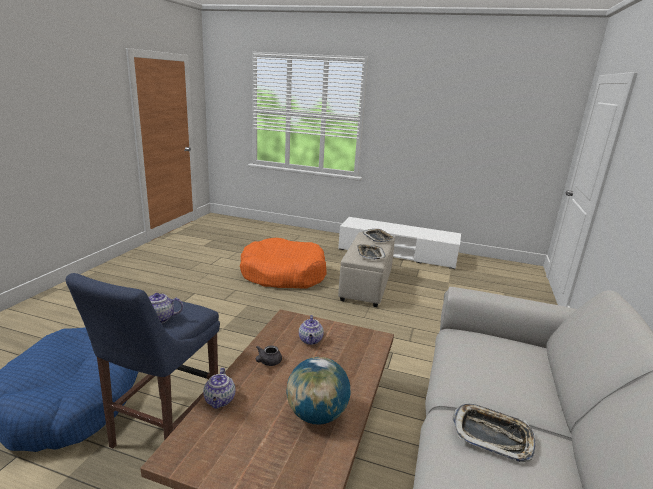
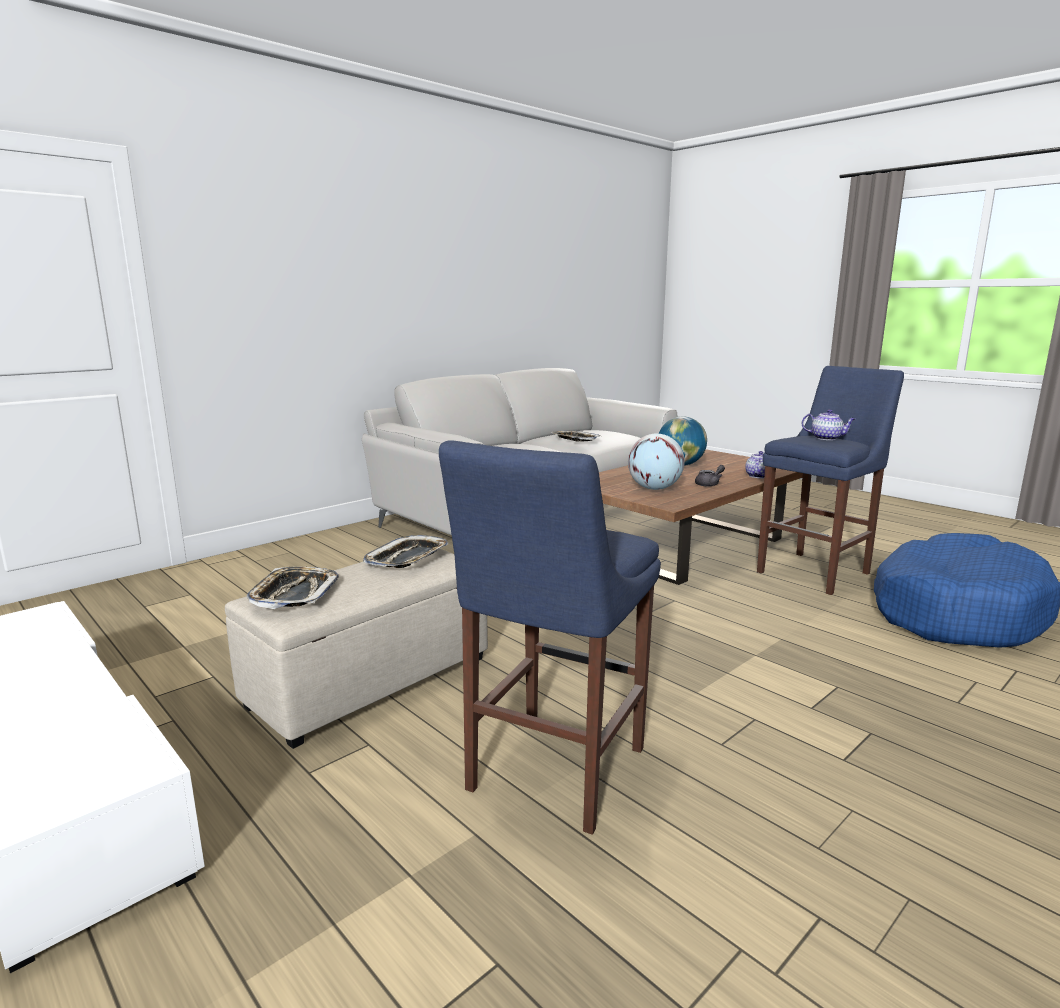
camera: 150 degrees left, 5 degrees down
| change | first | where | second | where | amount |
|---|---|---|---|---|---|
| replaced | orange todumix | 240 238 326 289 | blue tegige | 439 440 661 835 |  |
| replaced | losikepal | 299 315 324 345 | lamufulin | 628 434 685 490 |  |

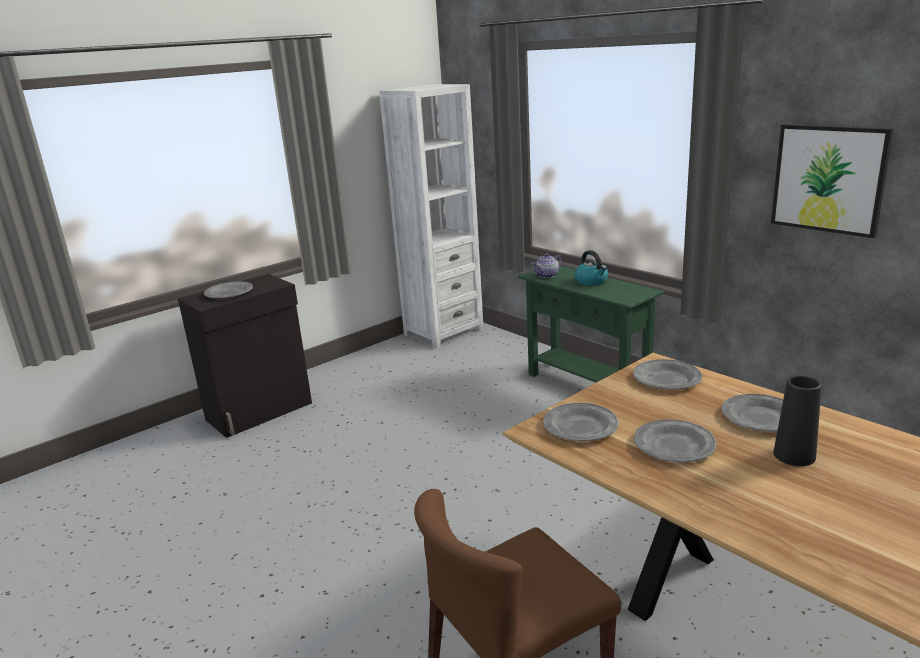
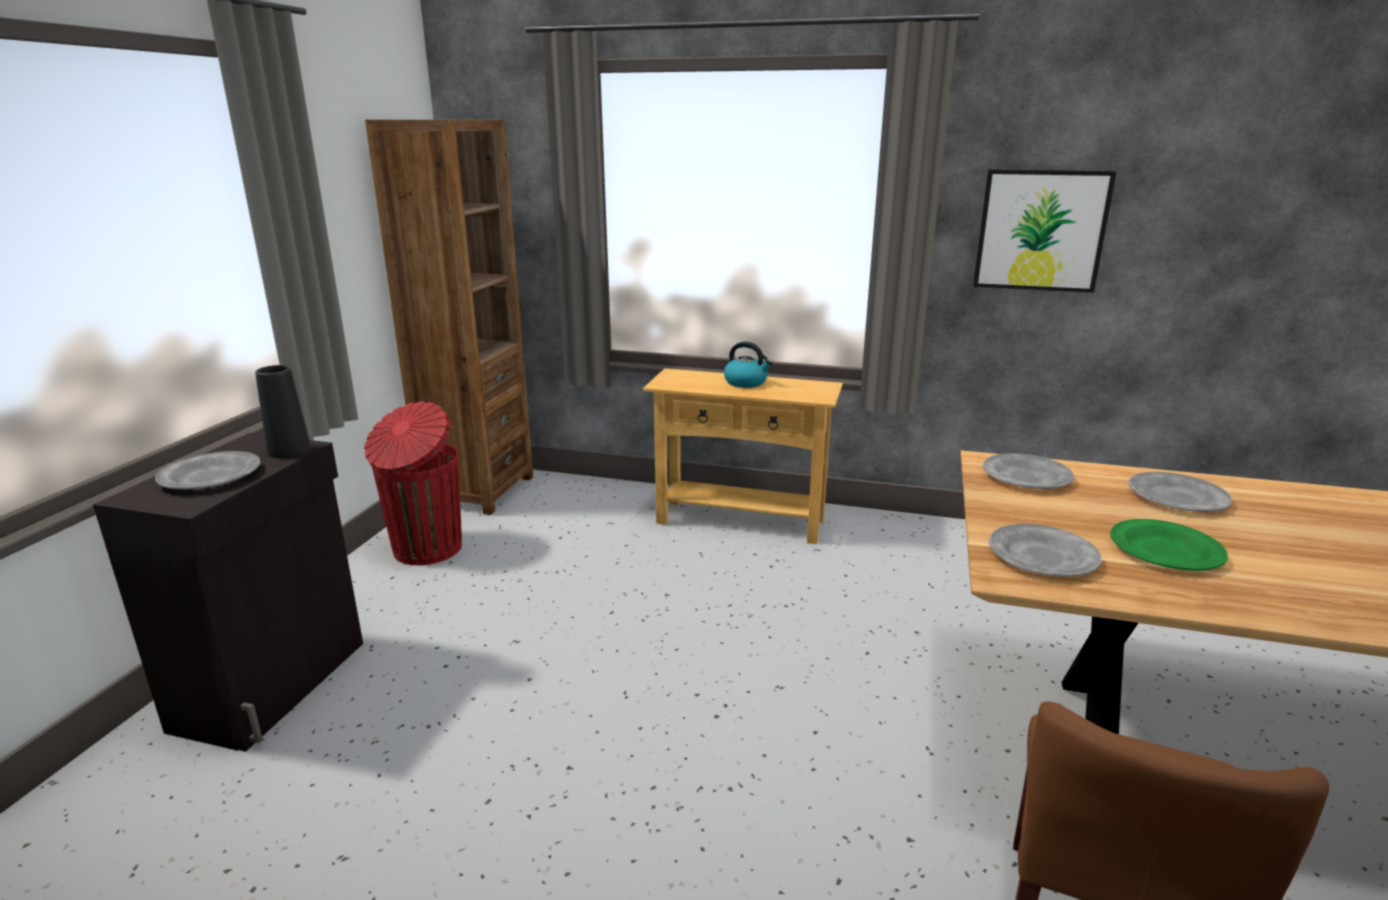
camera: 35 degrees left, 0 degrees up
| change | first | where | second | where | amount |
|---|---|---|---|---|---|
| moved | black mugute | 773 376 822 466 |  | 255 365 311 458 |  |
| added |  |  | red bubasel | 364 401 462 565 |  |
| recoloured | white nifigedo | 379 84 484 348 | brown nifigedo | 365 120 533 515 |  |
| recoloured | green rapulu | 518 266 665 383 | beige rapulu | 643 368 843 544 |  |
| recoloured | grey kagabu | 634 419 717 462 | green kagabu | 1110 519 1228 571 |  |
| removed | losikepal | 532 254 562 278 |  |  |  |

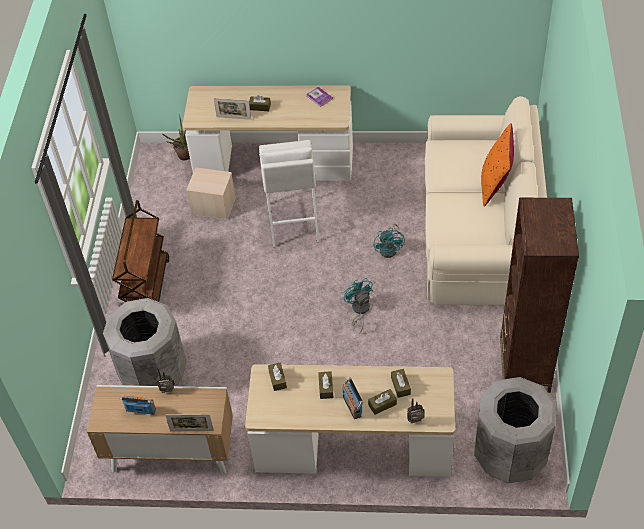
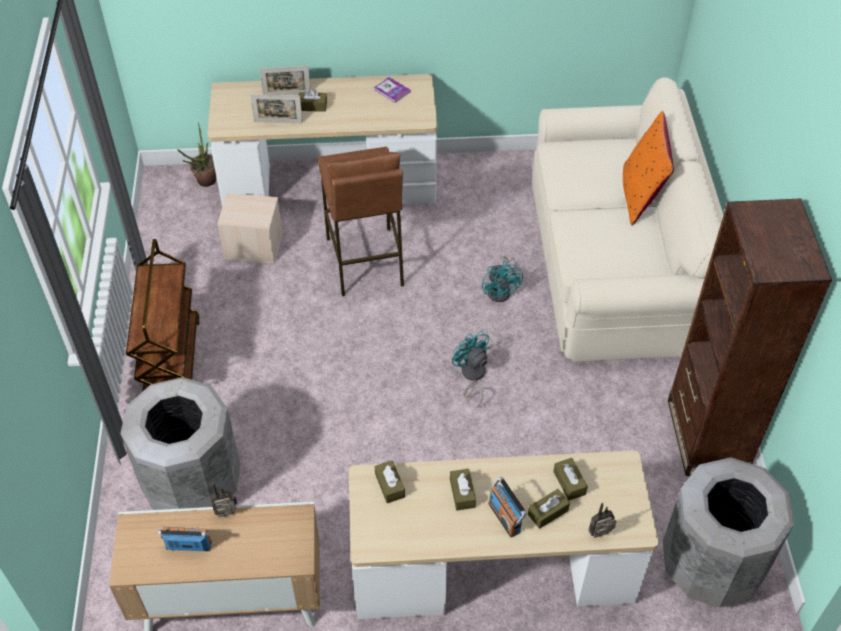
camera: 10 degrees left, 0 degrees up
| change | first | where | second | where | amount |
|---|---|---|---|---|---|
| moved | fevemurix | 165 414 214 432 |  | 260 66 311 95 |  |
| recoloured | white tegige | 259 140 319 247 | brown tegige | 318 147 404 296 |  |

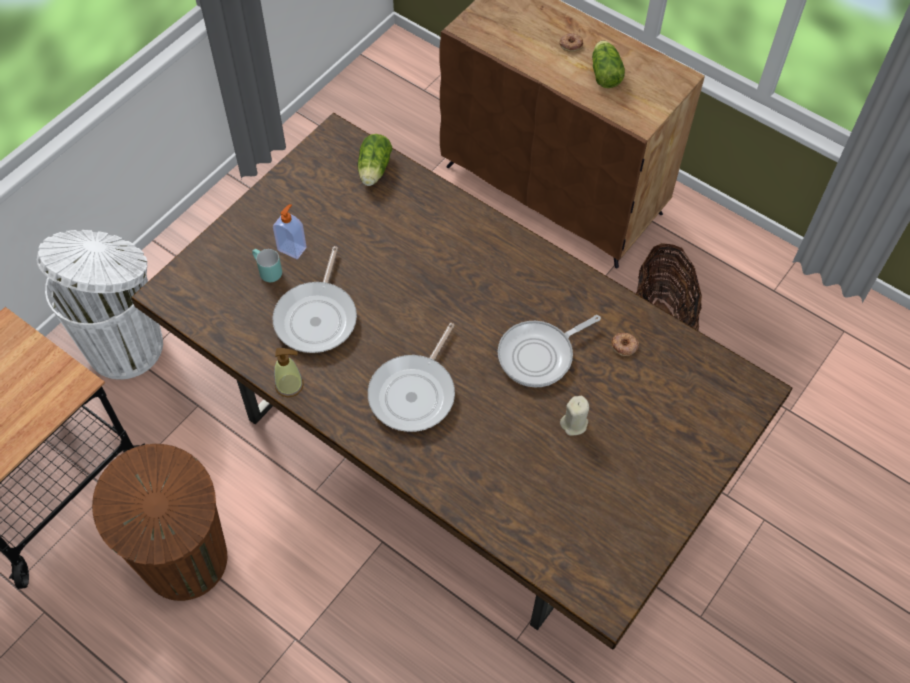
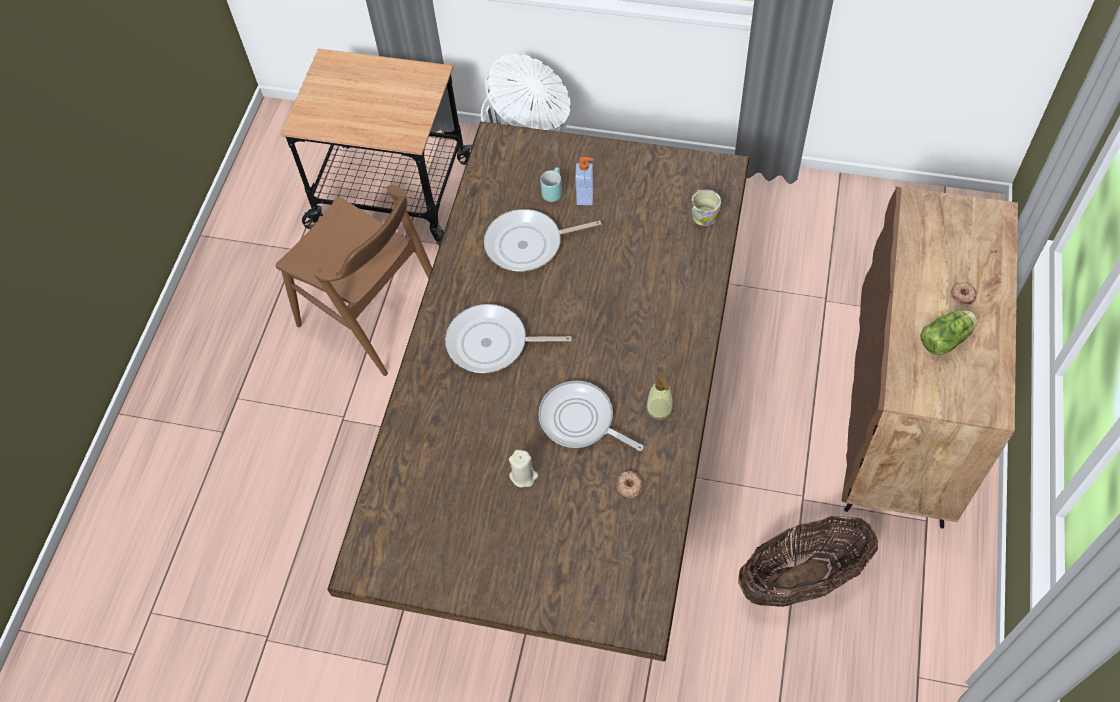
camera: 70 degrees right, 0 degrees up
| change | first | where | second | where | amount |
|---|---|---|---|---|---|
| replaced | brown bubasel | 92 444 227 601 | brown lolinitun | 276 185 432 376 |  |
| moved | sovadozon | 274 348 304 397 |  | 646 372 673 421 |  |
| replaced | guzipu | 358 134 392 186 | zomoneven | 691 190 721 226 |  |

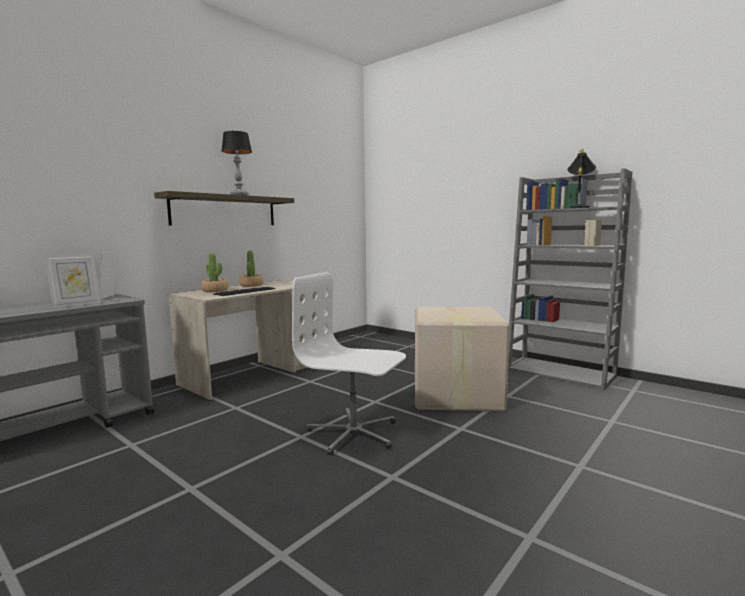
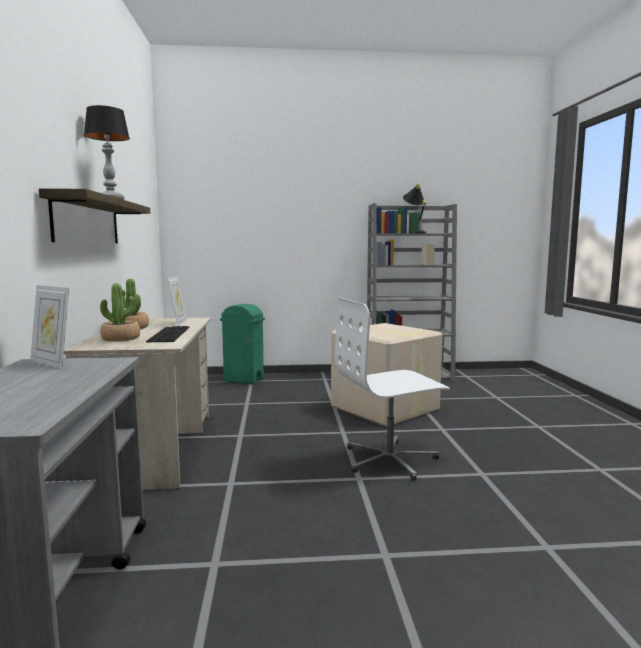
camera: 45 degrees left, 0 degrees up
| change | first | where | second | where | amount |
|---|---|---|---|---|---|
| moved | fevemurix | 45 253 101 309 |  | 167 276 187 326 |  |
| added |  |  | green bubasel | 220 304 265 384 |  |

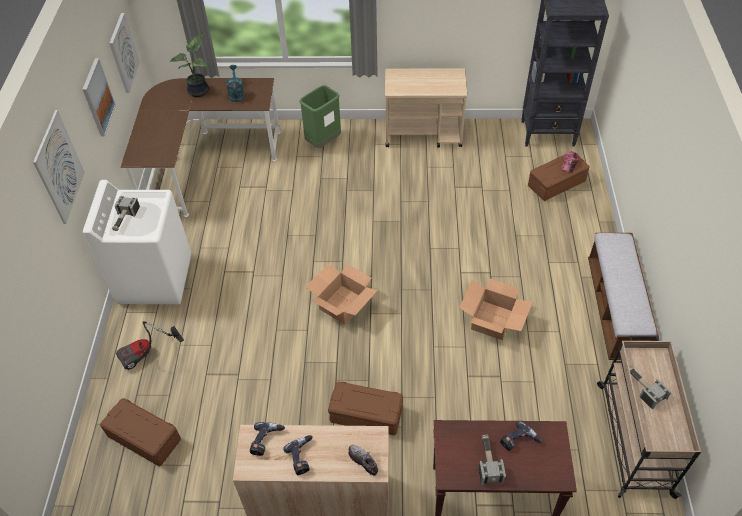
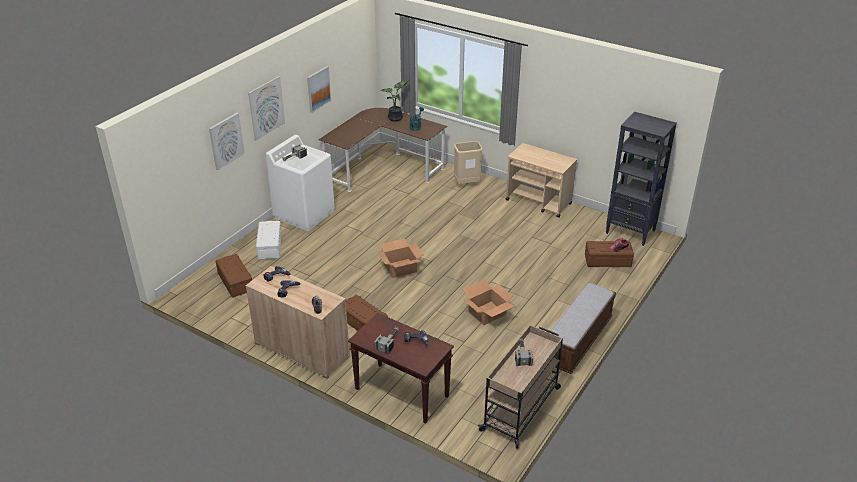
camera: 30 degrees right, 15 degrees down
| change | first | where | second | where | amount |
|---|---|---|---|---|---|
| moved | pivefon | 109 13 140 93 |  | 209 113 245 170 |  |
| replaced | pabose | 116 321 184 370 | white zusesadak | 256 221 282 259 |  |
| recoloured | green bubasel | 299 85 341 148 | beige bubasel | 454 141 483 184 |  |

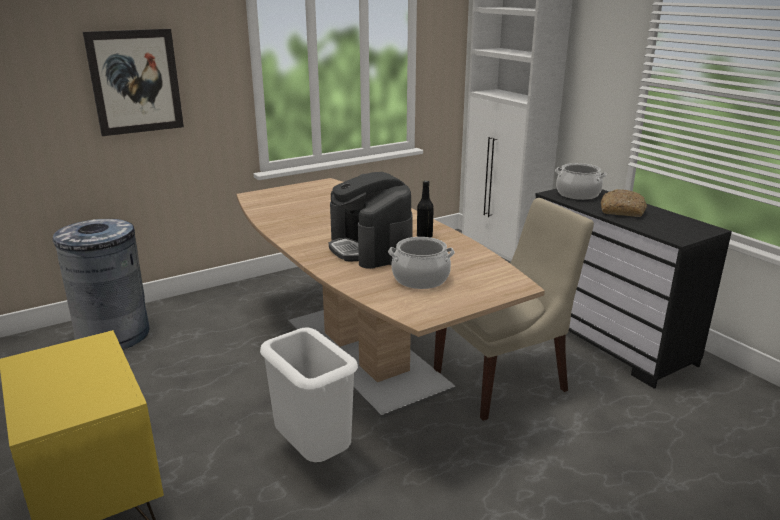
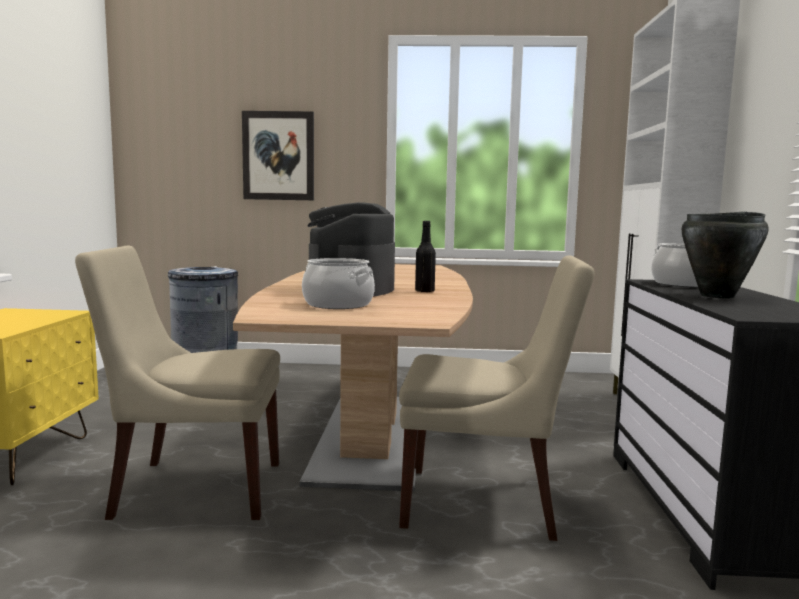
camera: 35 degrees right, 15 degrees down
| change | first | where | second | where | amount |
|---|---|---|---|---|---|
| replaced | white bubasel | 260 327 358 462 | beige lolinitun | 75 246 280 520 |  |
| replaced | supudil | 601 189 647 217 | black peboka | 682 212 769 299 |  |

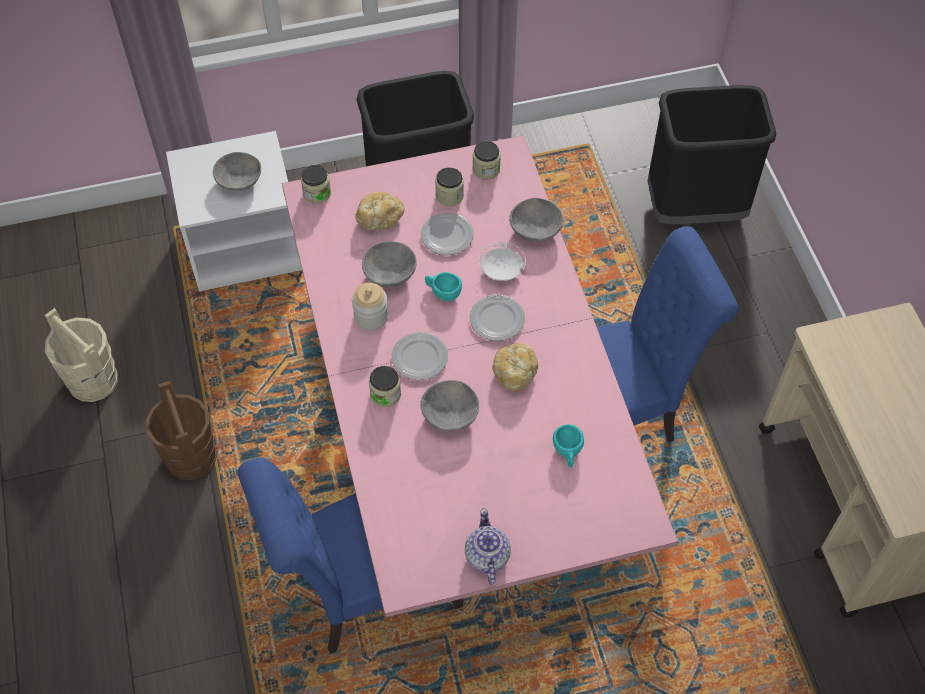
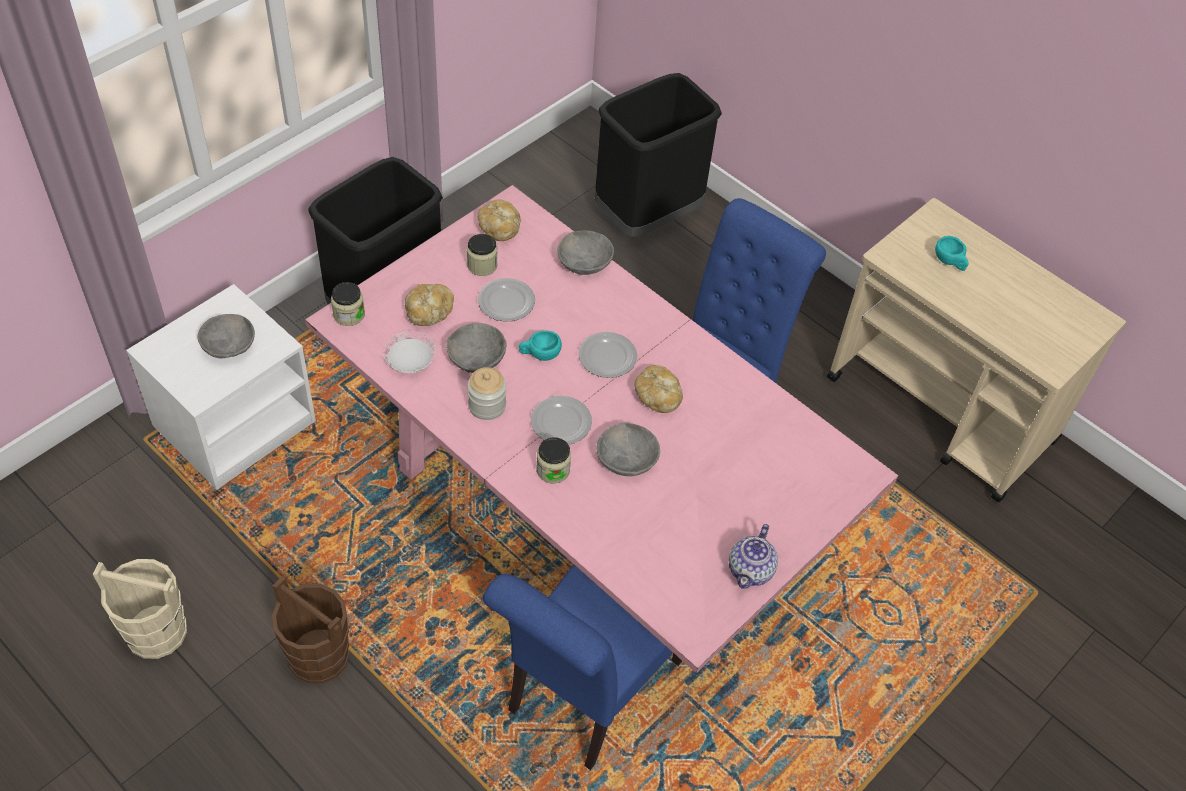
camera: 35 degrees left, 5 degrees down
| change | first | where | second | where | amount |
|---|---|---|---|---|---|
| moved | white kagabu | 479 242 526 281 |  | 383 331 436 373 |  |
| replaced | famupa | 472 141 501 180 | supudil | 478 199 521 241 |  |
| turned | losikepal | 465 508 511 585 |  | 729 524 778 589 | 120 degrees counterclockwise |
| moved | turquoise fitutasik | 553 424 584 467 |  | 935 236 969 271 |  |

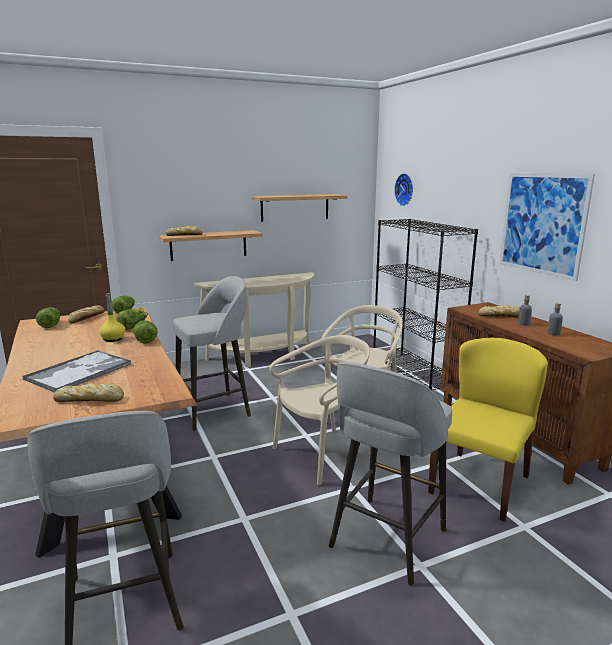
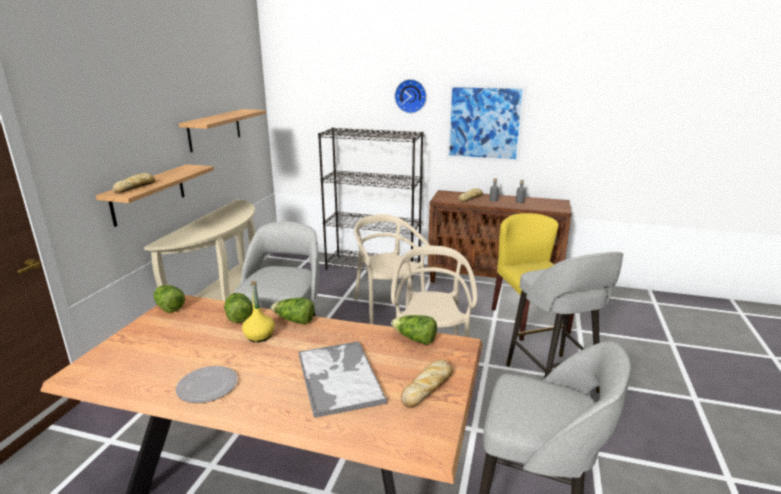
camera: 50 degrees left, 5 degrees up
| change | first | where | second | where | amount |
|---|---|---|---|---|---|
| added |  |  | kagabu | 176 366 238 403 |  |
| moved | guzipu | 36 307 61 328 |  | 391 315 437 345 |  |
| moved | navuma | 394 173 413 206 |  | 395 79 427 113 |  |
| removed | supudil | 68 305 105 323 |  |  |  |

